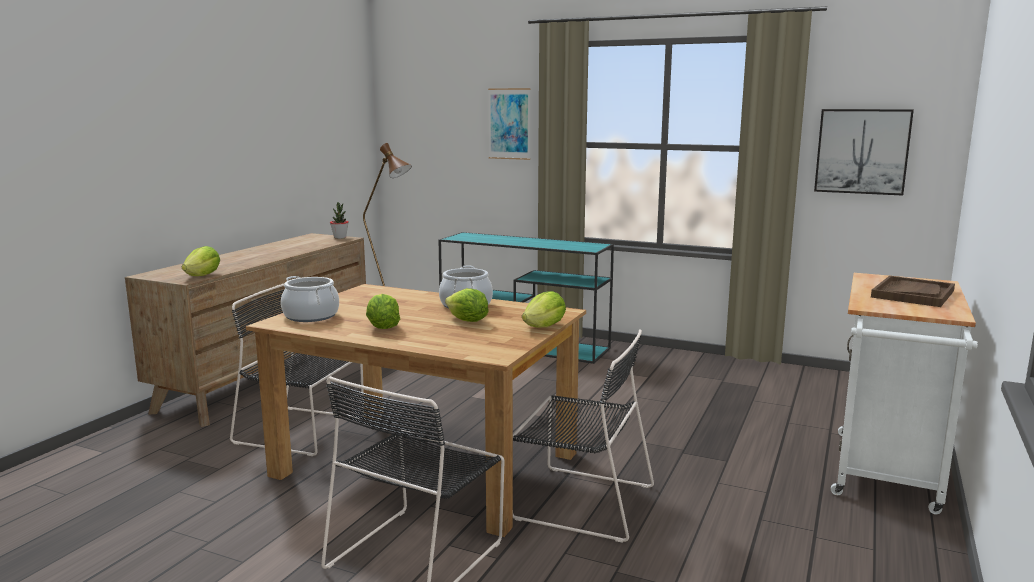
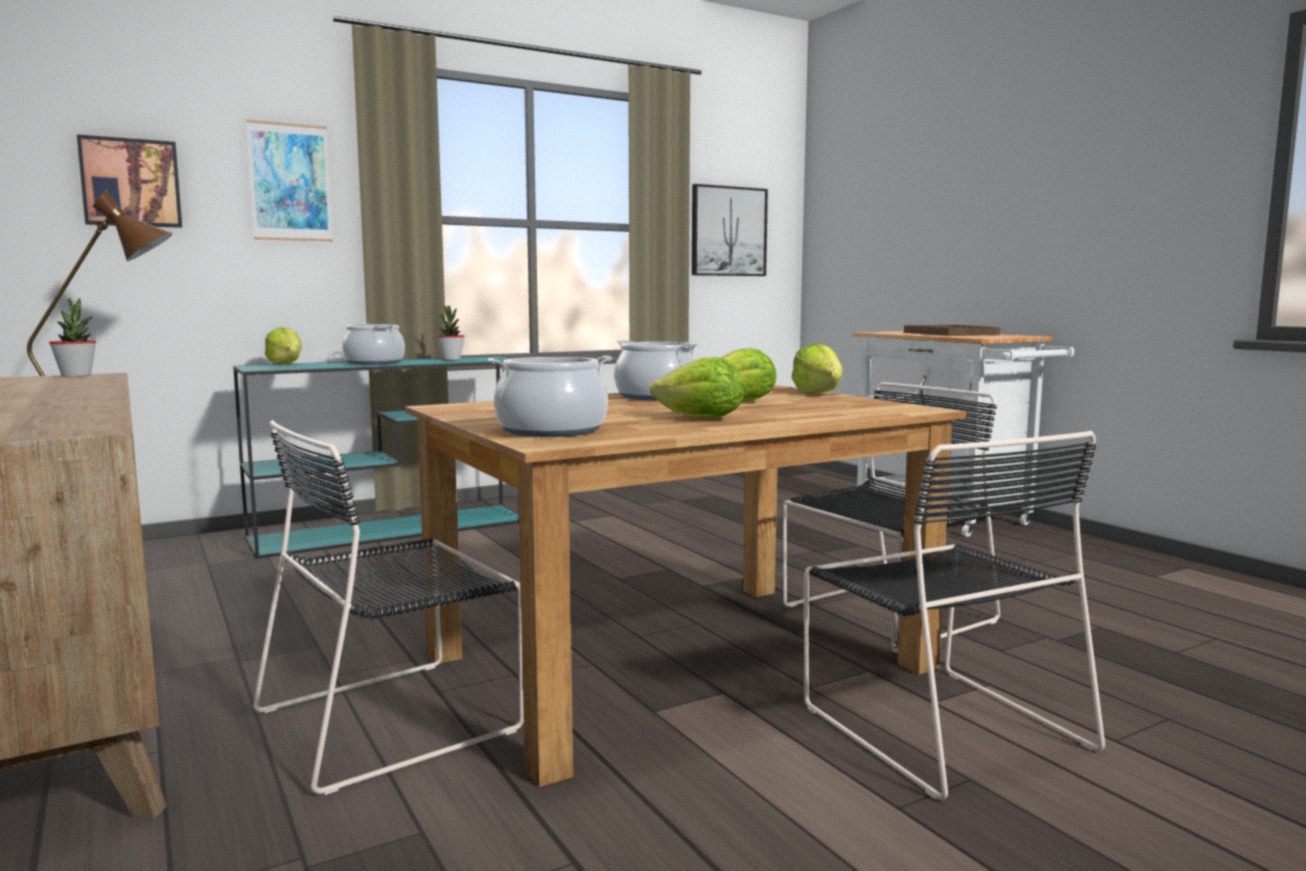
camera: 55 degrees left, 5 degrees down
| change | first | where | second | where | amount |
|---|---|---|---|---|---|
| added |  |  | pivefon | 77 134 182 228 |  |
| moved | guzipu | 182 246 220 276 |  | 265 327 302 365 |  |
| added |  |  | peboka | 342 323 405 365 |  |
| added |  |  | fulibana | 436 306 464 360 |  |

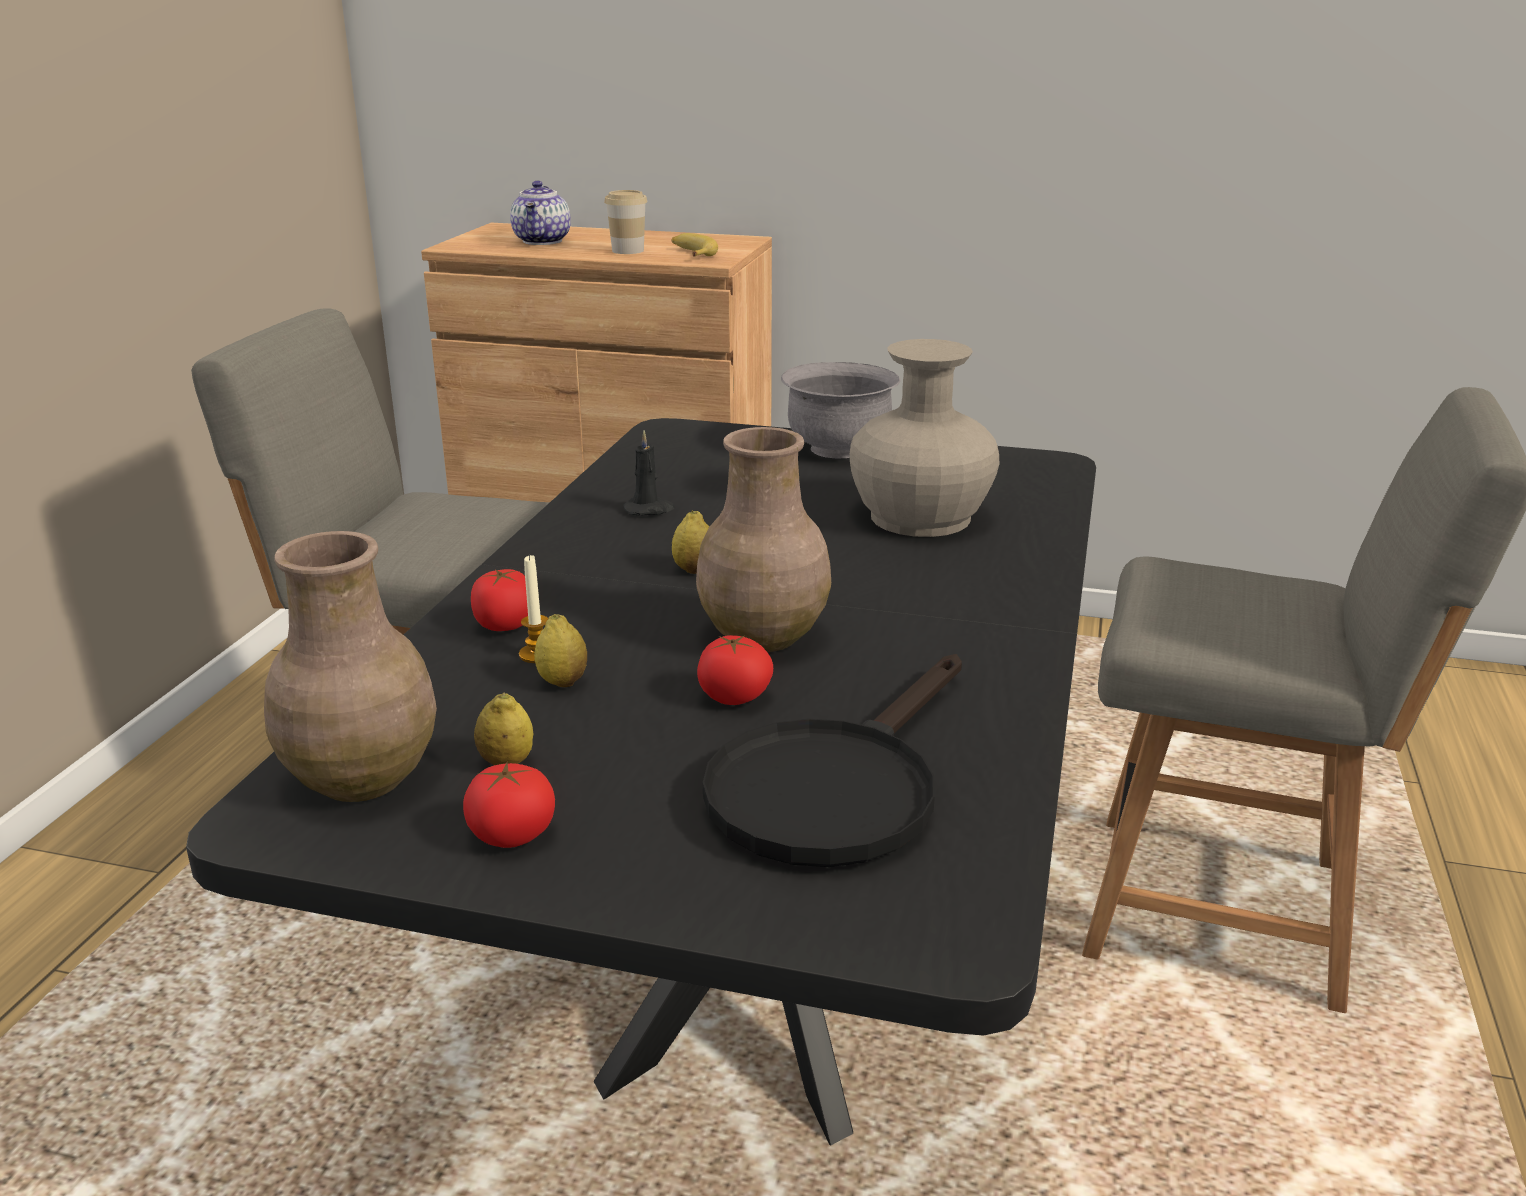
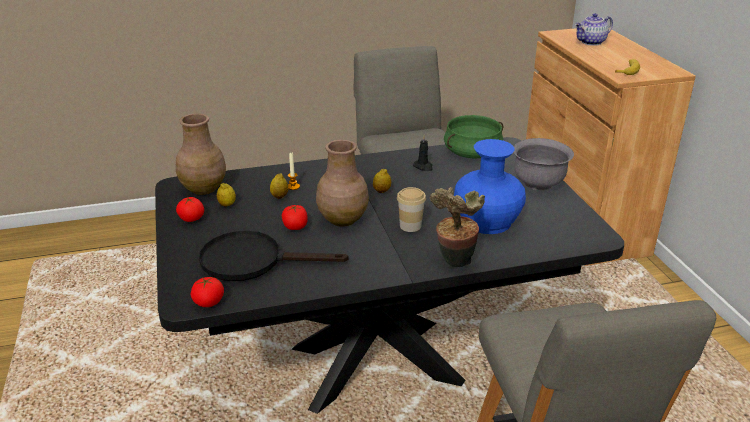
camera: 60 degrees right, 5 degrees up
| change | first | where | second | where | amount |
|---|---|---|---|---|---|
| moved | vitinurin | 471 569 528 631 |  | 191 277 224 307 |  |
| moved | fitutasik | 604 190 647 254 |  | 397 187 426 232 |  |
| added |  |  | fulibana | 430 187 485 267 |  |
| added |  |  | green peboka | 444 115 503 159 |  |
| recoloured | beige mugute | 850 339 999 537 | blue mugute | 454 139 526 234 |  |

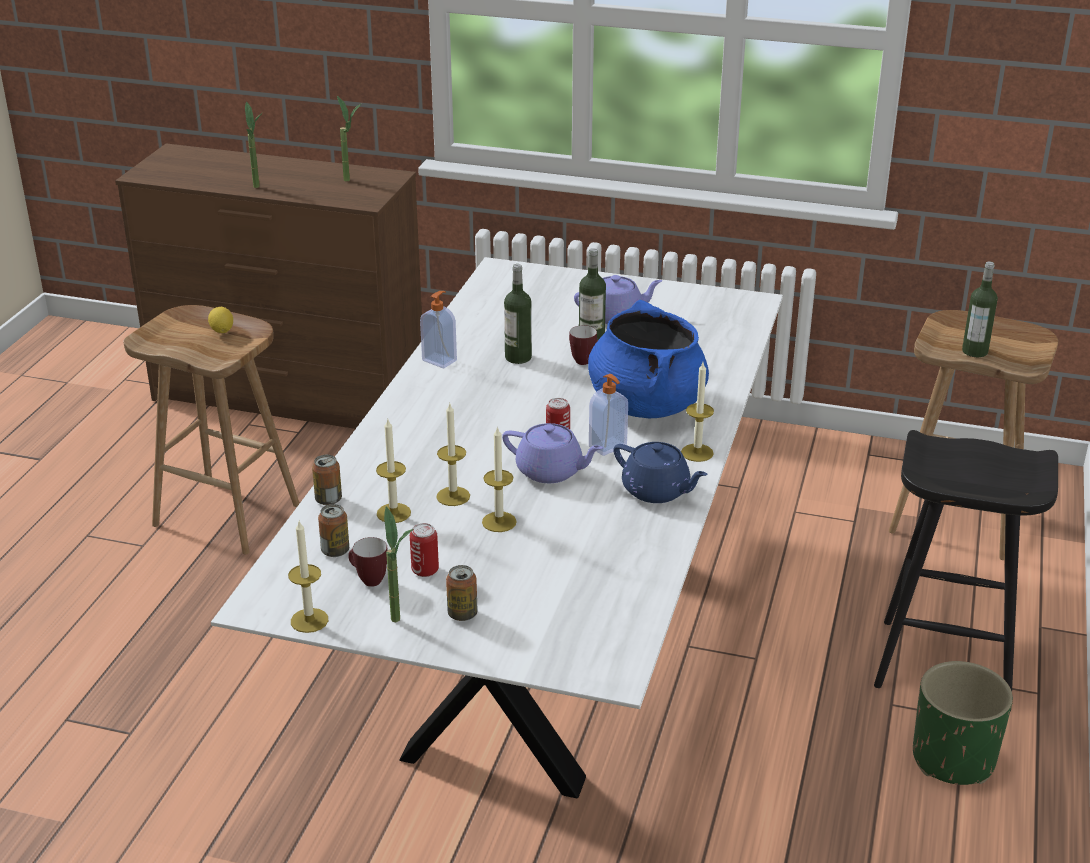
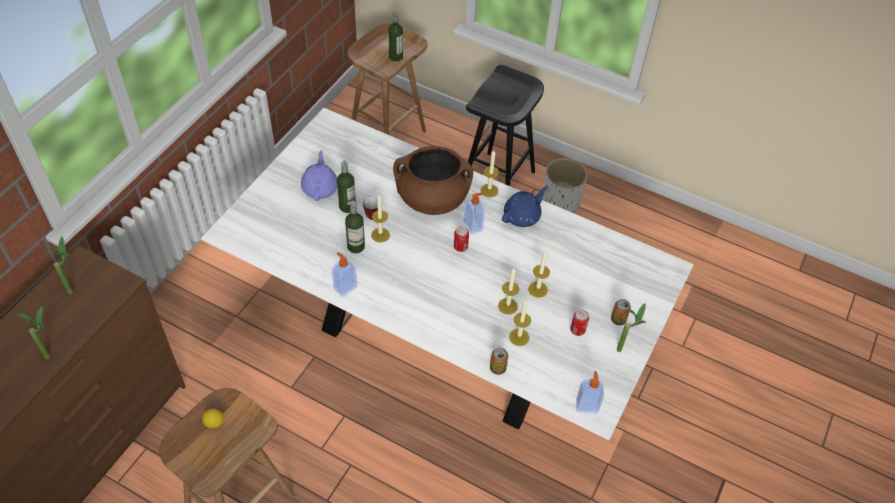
camera: 80 degrees left, 20 degrees up
| change | first | where | second | where | amount |
|---|---|---|---|---|---|
| moved | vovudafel | 288 521 328 633 |  | 371 195 390 243 |  |
| recoloured | blue peboka | 588 300 709 418 | brown peboka | 393 146 473 215 |  |
| recoloured | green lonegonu | 913 661 1013 785 | white lonegonu | 543 158 588 213 |  |
| added |  |  | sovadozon | 576 371 604 413 |  |
| removed | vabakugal | 318 504 349 557 |  |  |  |
| removed | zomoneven | 348 537 388 587 |  |  |  |
| removed | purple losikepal | 502 423 604 483 |  |  |  |

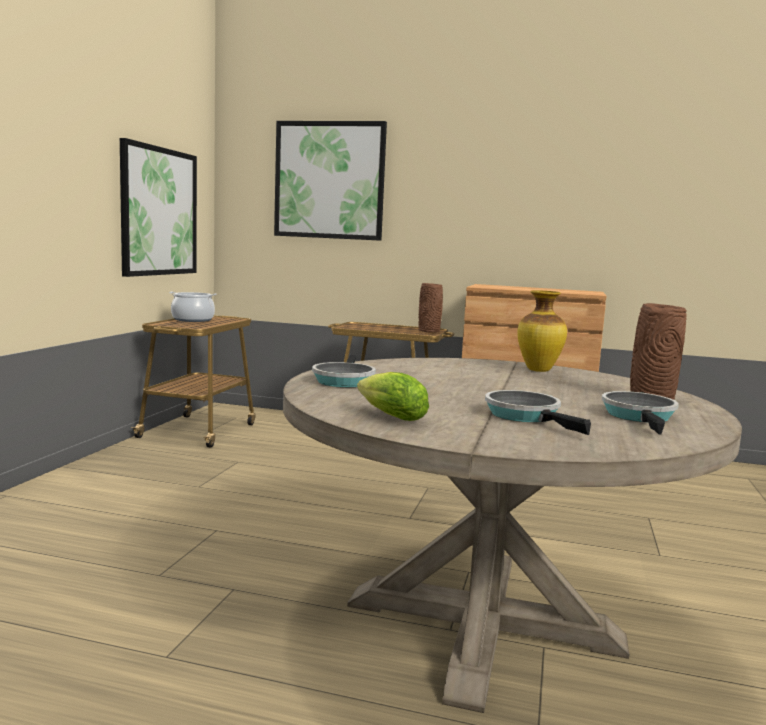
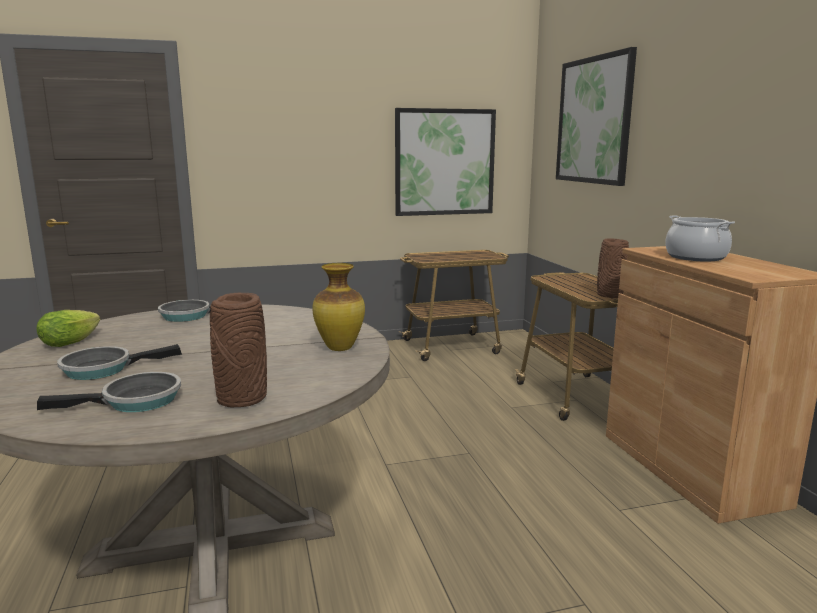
camera: 60 degrees right, 5 degrees up
| change | first | where | second | where | amount |
|---|---|---|---|---|---|
| turned | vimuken | 485 390 591 435 |  | 57 344 182 380 | 150 degrees counterclockwise |
| moved | peboka | 169 292 217 322 |  | 665 215 735 262 |  |

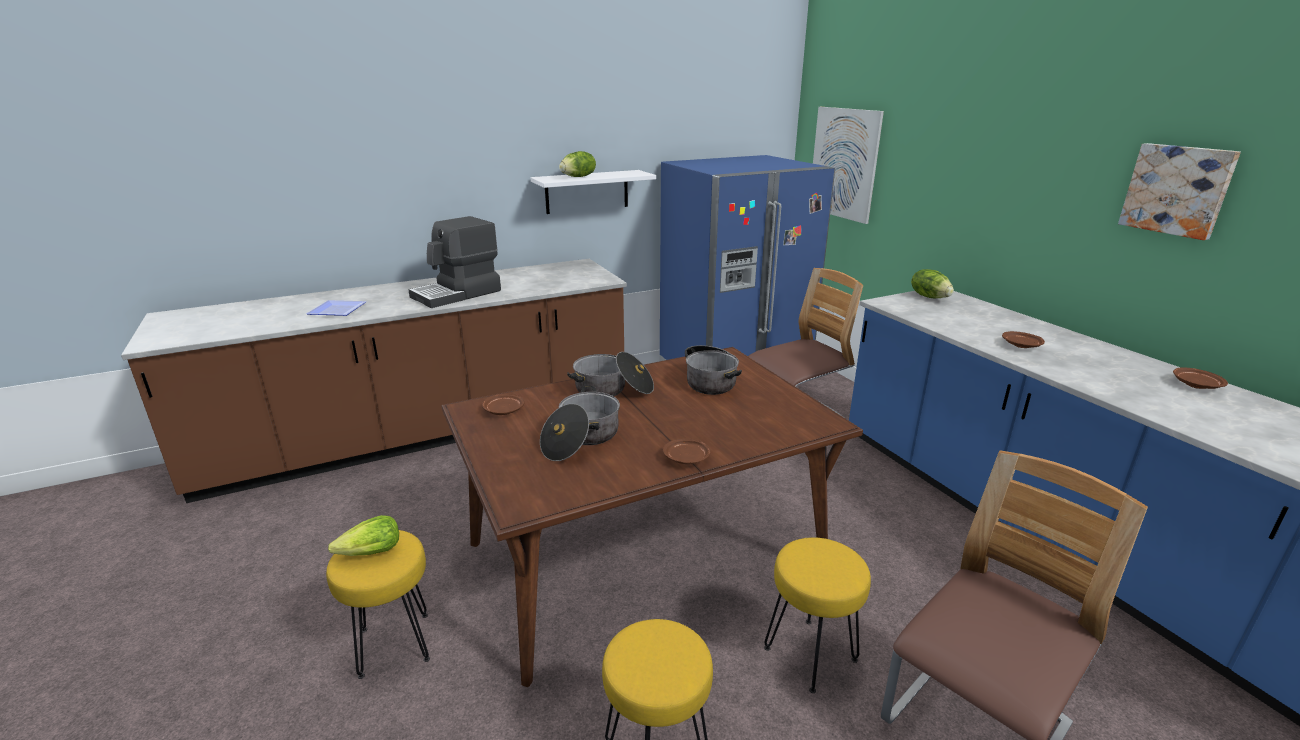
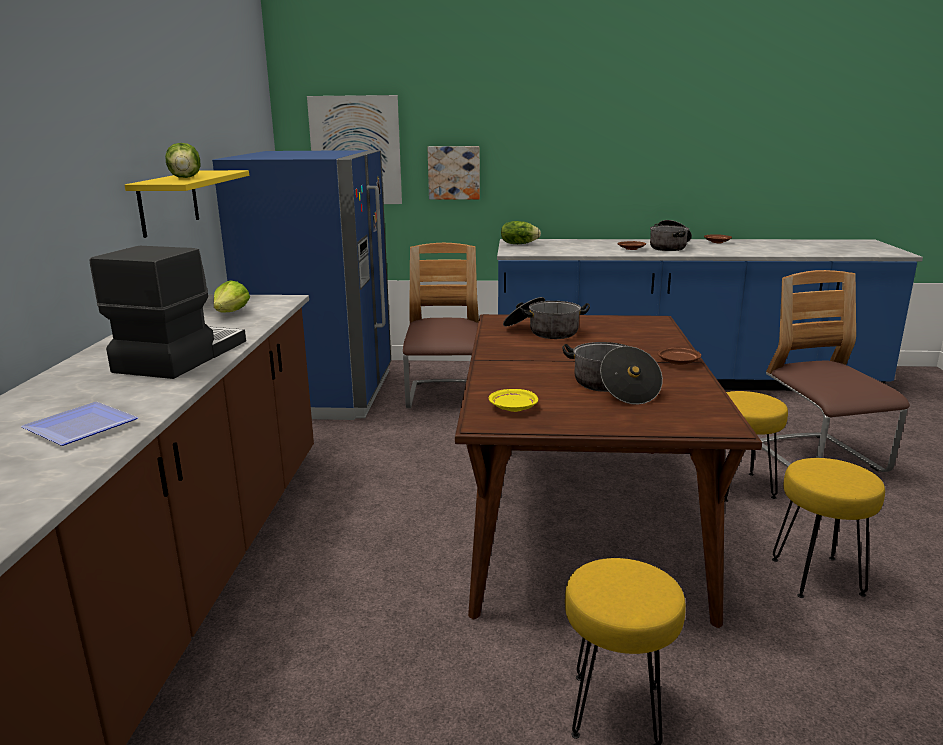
camera: 60 degrees left, 5 degrees down
| change | first | where | second | where | amount |
|---|---|---|---|---|---|
| turned | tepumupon | 408 216 501 308 |  | 90 246 246 379 | 150 degrees counterclockwise |
| recoloured | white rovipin | 531 170 656 214 | yellow rovipin | 125 170 249 238 |  |
| moved | guzipu | 328 515 399 556 |  | 214 280 250 312 |  |
| moved | pivefon | 1118 143 1241 240 |  | 428 146 480 200 |  |
| recoloured | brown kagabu | 482 394 525 415 | yellow kagabu | 489 389 538 412 |  |
| moved | peboka | 567 352 654 396 |  | 650 220 692 251 |  |

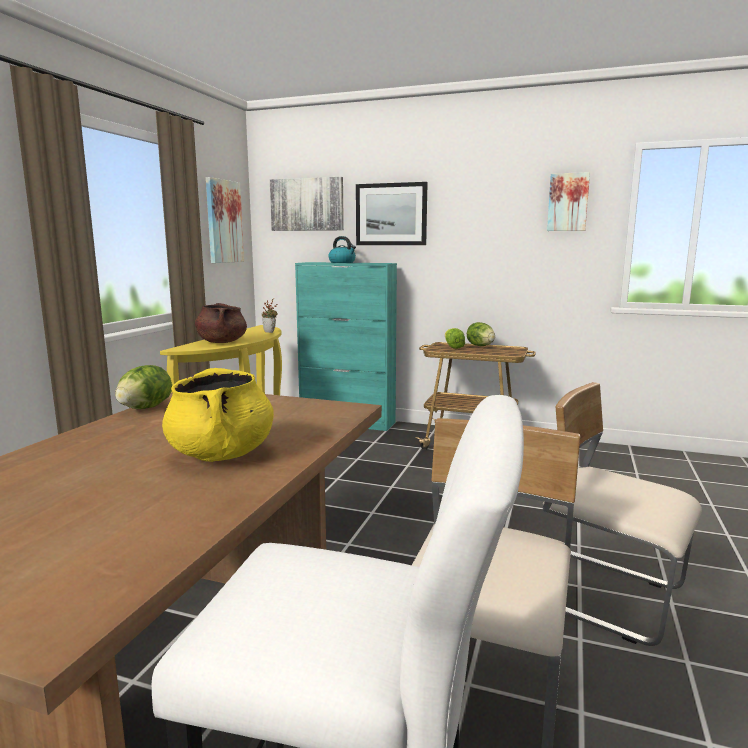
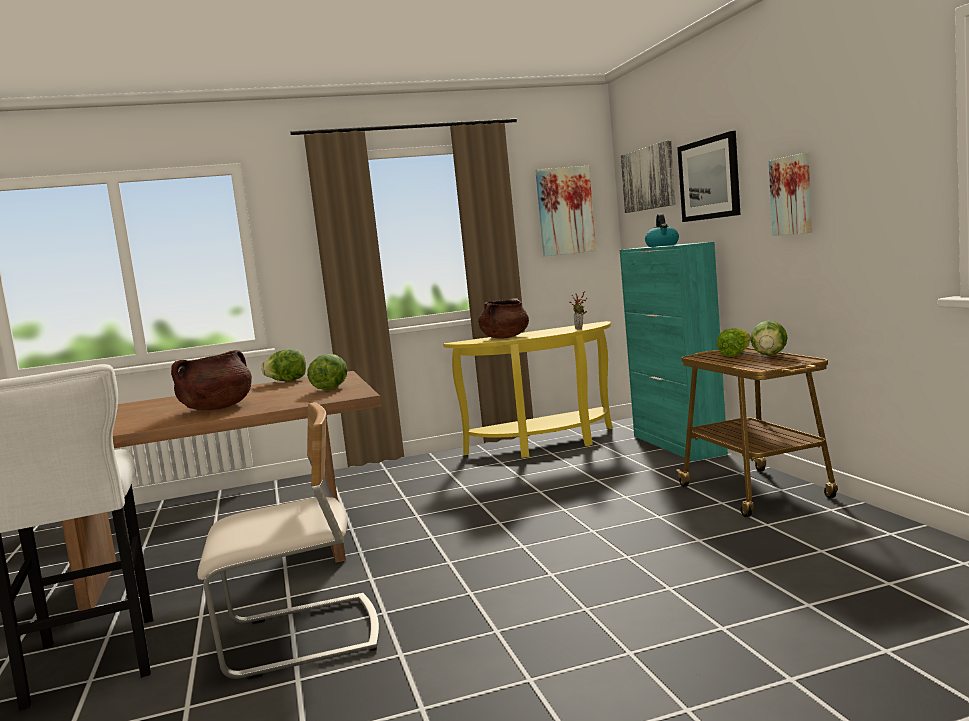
camera: 55 degrees right, 5 degrees down
| change | first | where | second | where | amount |
|---|---|---|---|---|---|
| recoloured | yellow peboka | 162 368 274 462 | brown peboka | 171 350 252 410 |  |
| added |  |  | guzipu | 307 354 347 390 |  |
| moved | pivefon | 547 172 590 231 |  | 769 153 812 236 |  |
| removed | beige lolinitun | 543 382 702 646 |  |  |  |

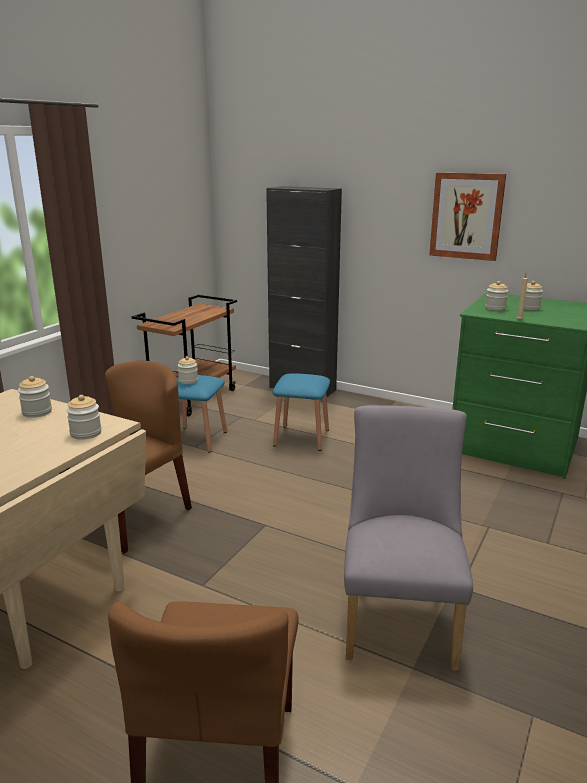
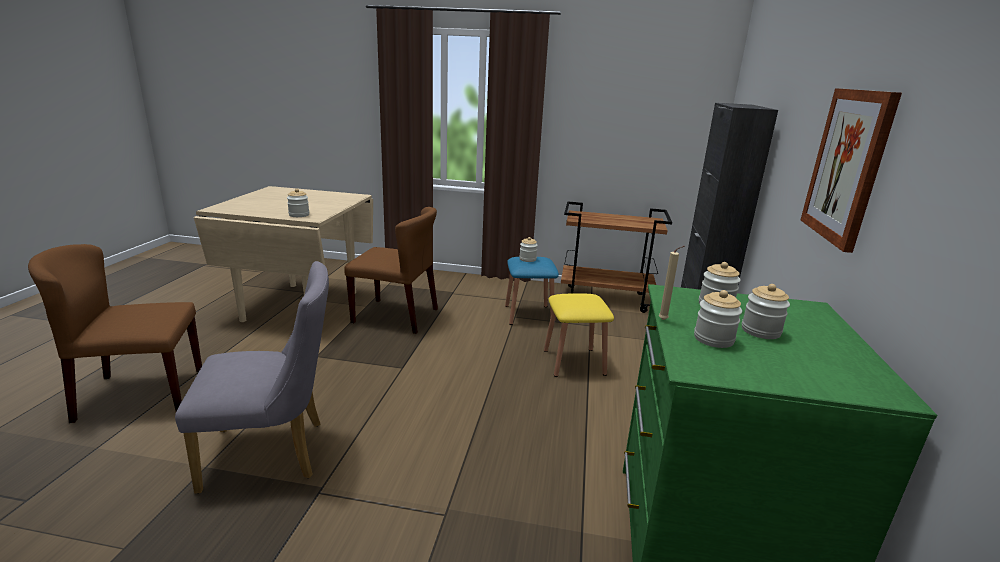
camera: 70 degrees right, 0 degrees up
| change | first | where | second | where | amount |
|---|---|---|---|---|---|
| recoloured | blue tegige | 273 373 330 451 | yellow tegige | 544 293 614 377 |  |
| moved | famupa | 18 376 52 418 |  | 694 290 742 348 |  |

